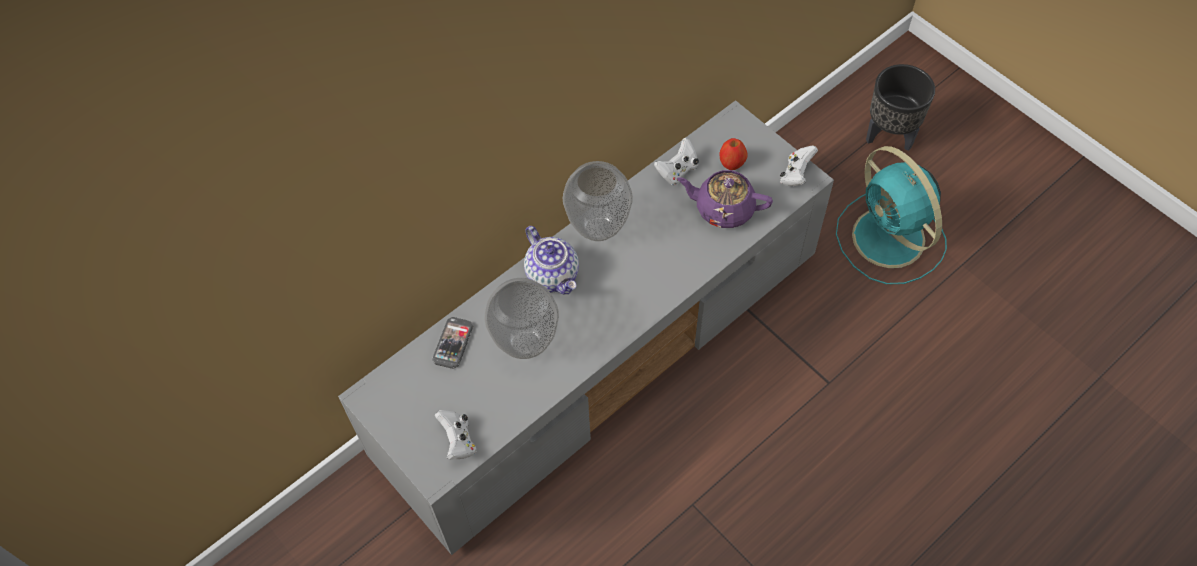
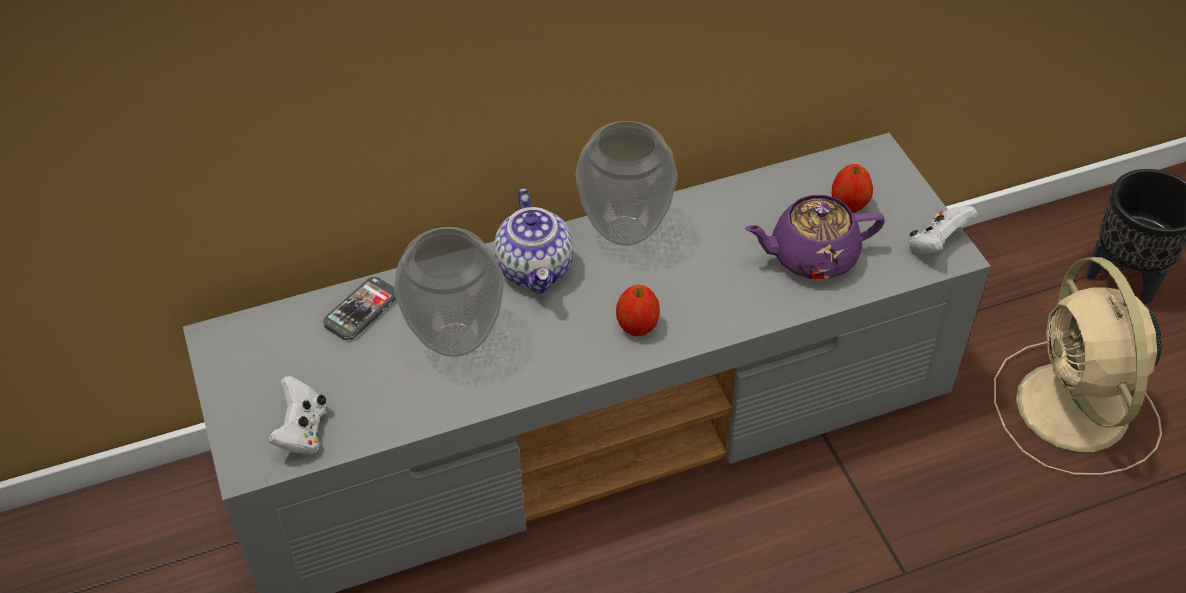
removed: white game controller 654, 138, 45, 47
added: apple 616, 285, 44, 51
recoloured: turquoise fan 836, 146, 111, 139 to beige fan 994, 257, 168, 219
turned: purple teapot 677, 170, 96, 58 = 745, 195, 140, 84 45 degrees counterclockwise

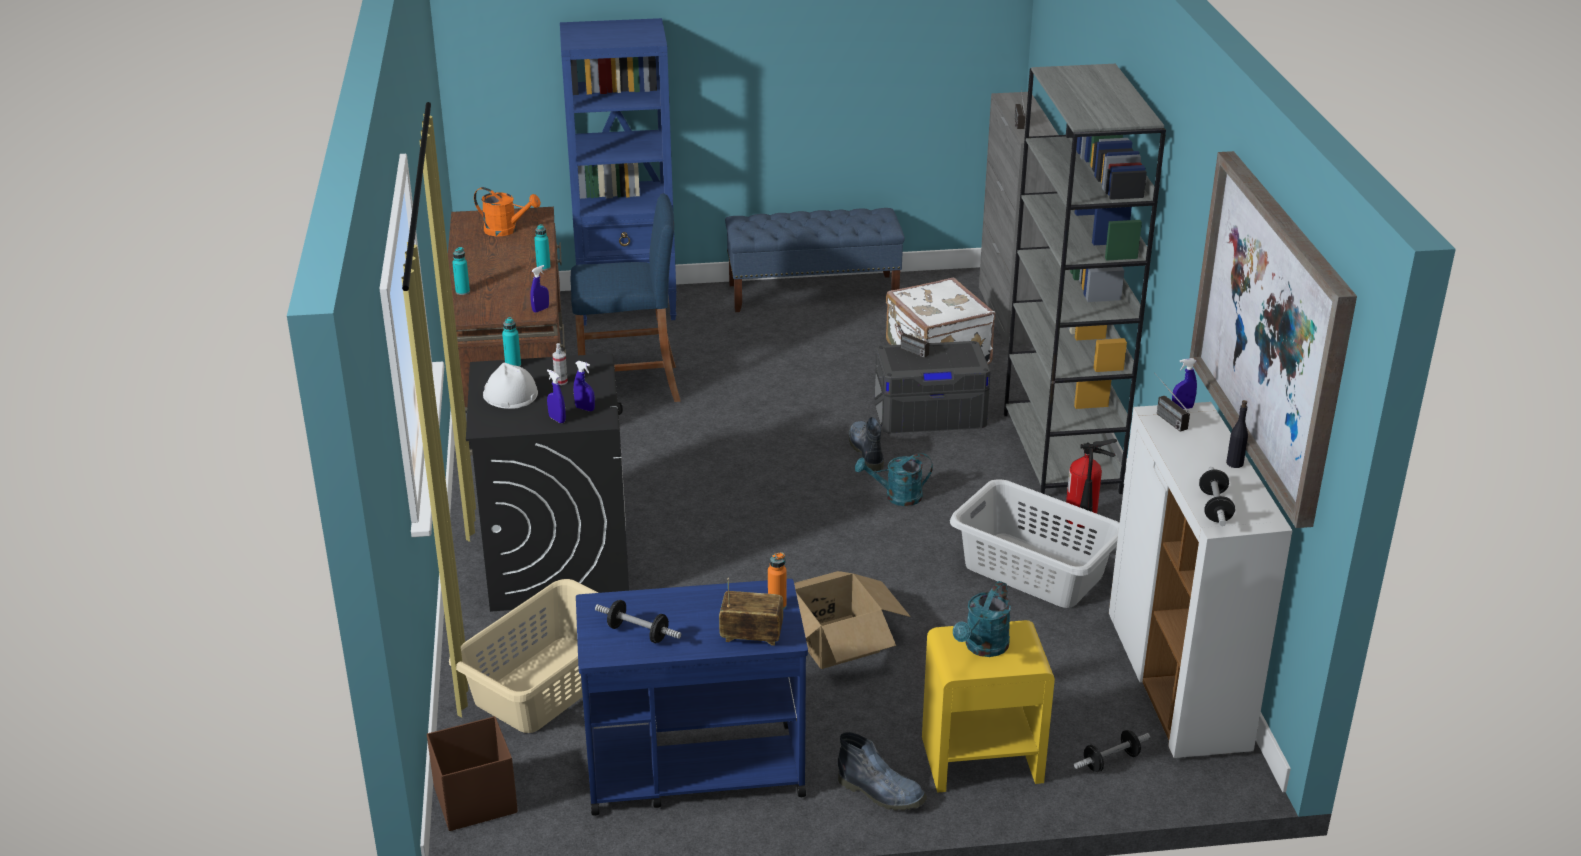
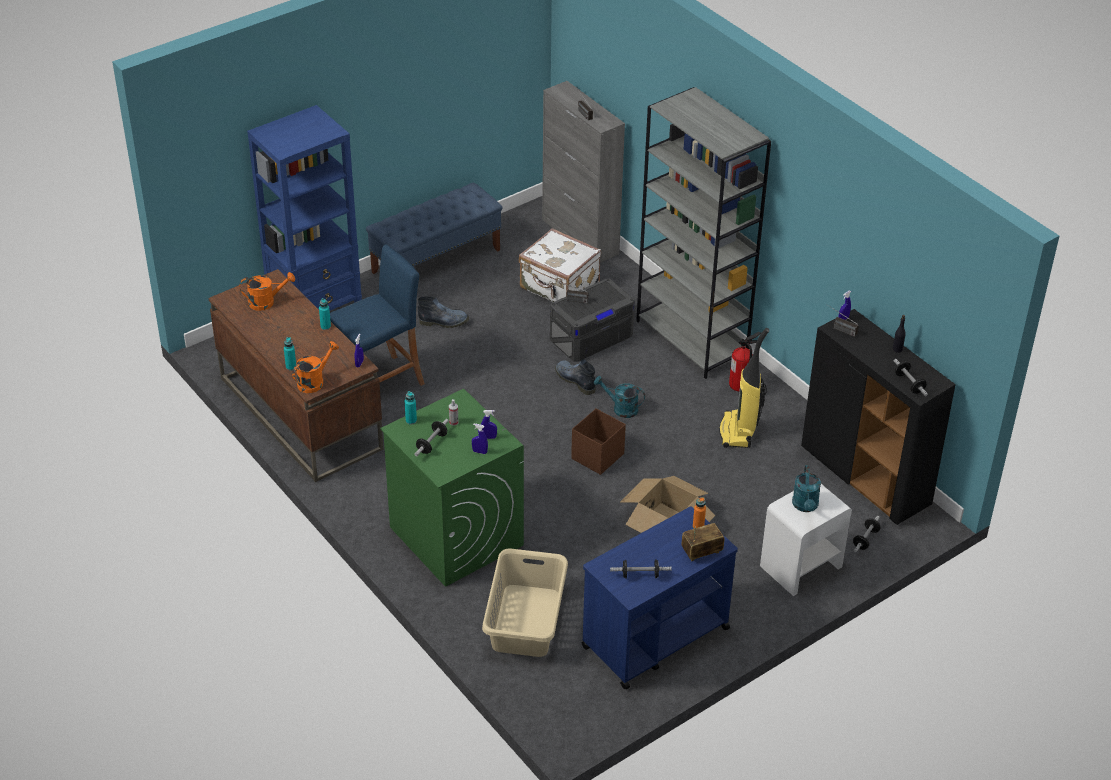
removed: picture 1189, 151, 168, 377
added: orange watering can 292, 341, 47, 52
moved: brown storage box 427, 716, 91, 115 to 571, 408, 55, 67; boot 838, 732, 89, 79 to 418, 296, 51, 32
replaced: white hard hat 483, 363, 55, 46 to dumbbell 414, 419, 35, 37; grey laundry basket 950, 479, 169, 129 to vacuum cleaner 719, 328, 50, 120
recoloured: black washing machine 466, 353, 163, 259 to green washing machine 380, 389, 144, 198; white cabinet 1109, 402, 184, 356 to black cabinet 801, 309, 155, 216; yellow nightstand 922, 620, 133, 173 to white nightstand 760, 484, 92, 112
turned: turquoise watering can 855, 453, 78, 53 = 594, 376, 51, 42 60 degrees clockwise

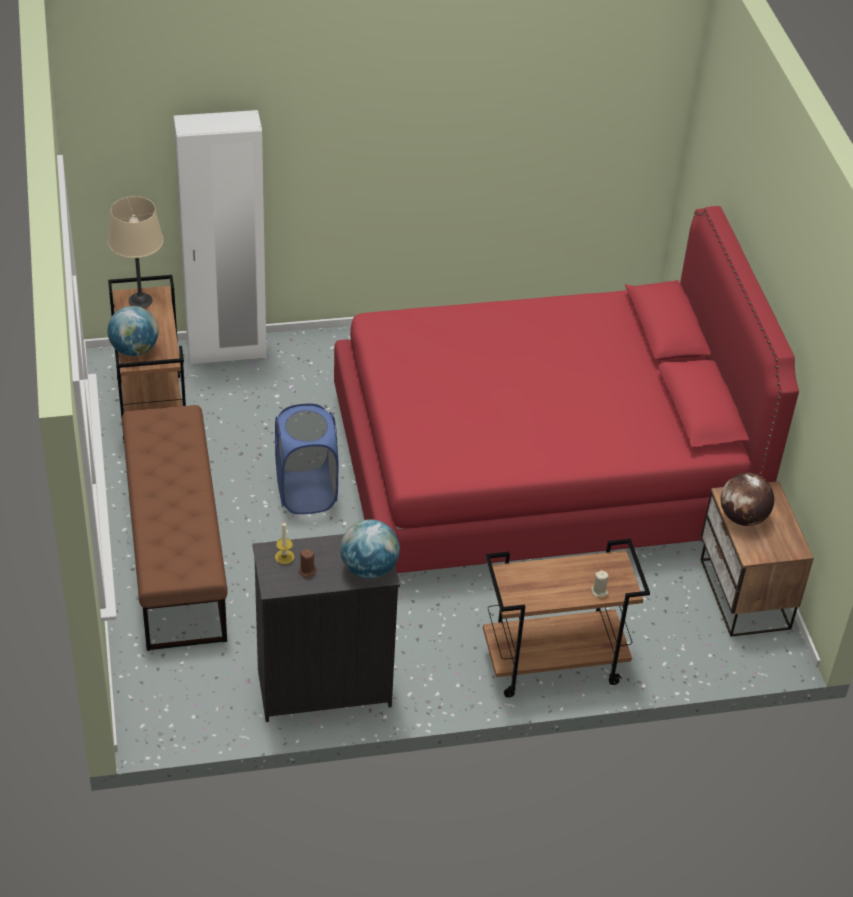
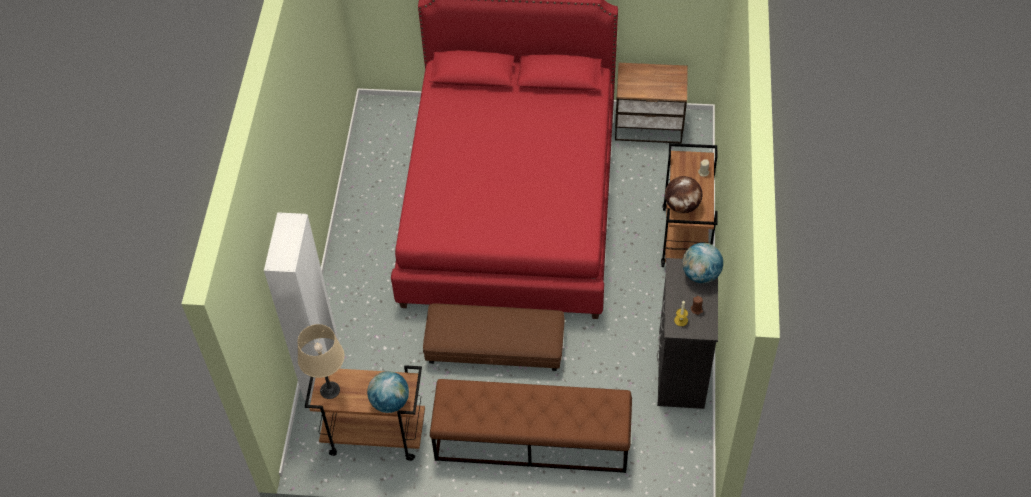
moved: globe 720, 473, 54, 53 to 665, 176, 38, 37
replaced: blue laundry basket 275, 404, 63, 110 to brown ottoman 423, 303, 142, 68

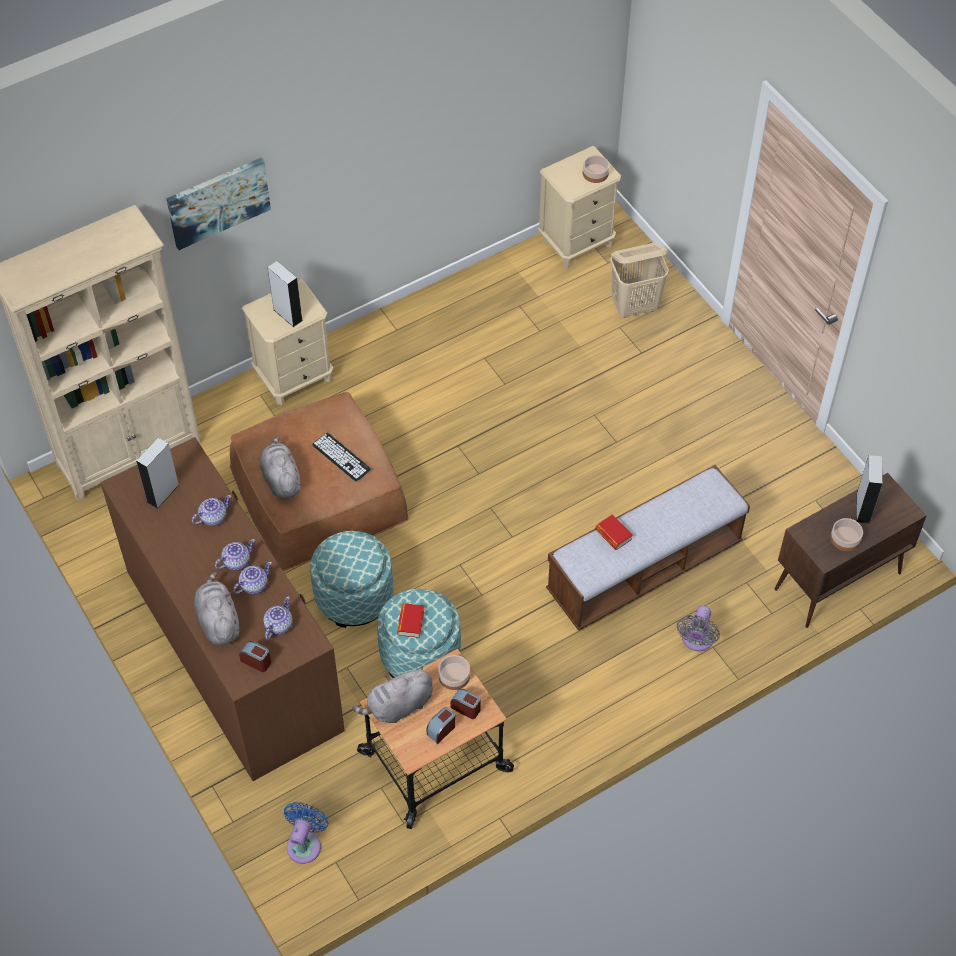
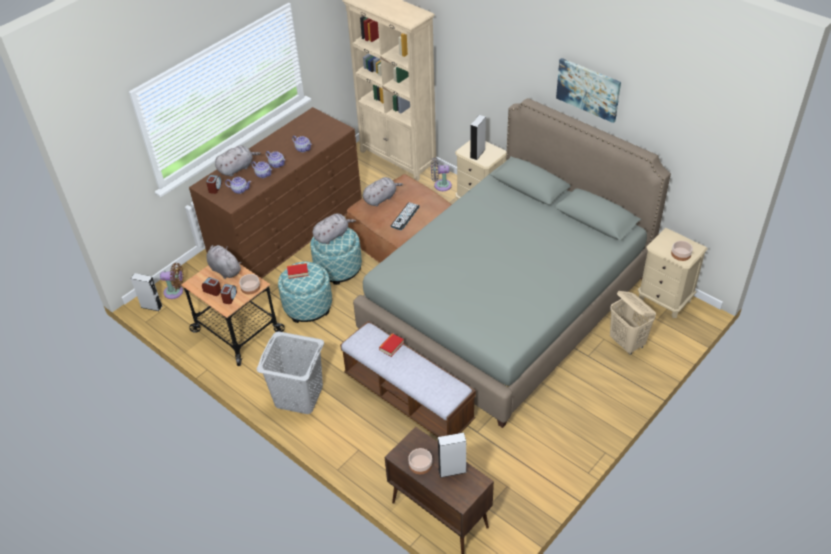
added: grey bed 353, 98, 318, 330; grey plush toy 313, 213, 43, 31; grey laundry basket 257, 331, 67, 83
moved: picture 166, 157, 105, 93 to 556, 58, 65, 65; grey speaker 136, 438, 43, 71 to 131, 273, 31, 38; grey fan 677, 606, 43, 45 to 431, 158, 21, 33
recoloured: blue fan 284, 802, 44, 62 to brown fan 160, 263, 24, 36

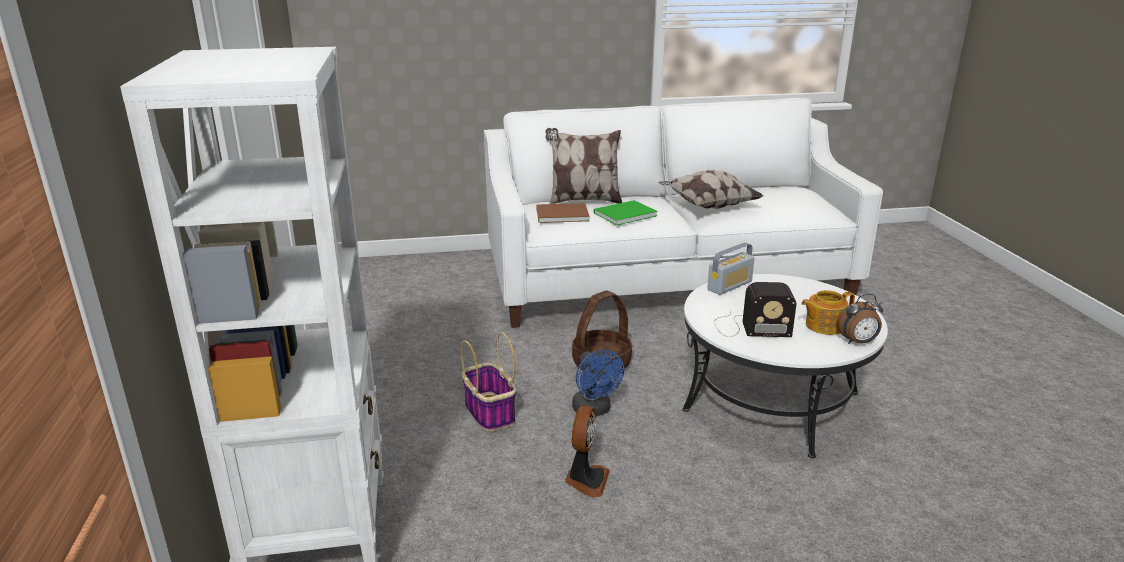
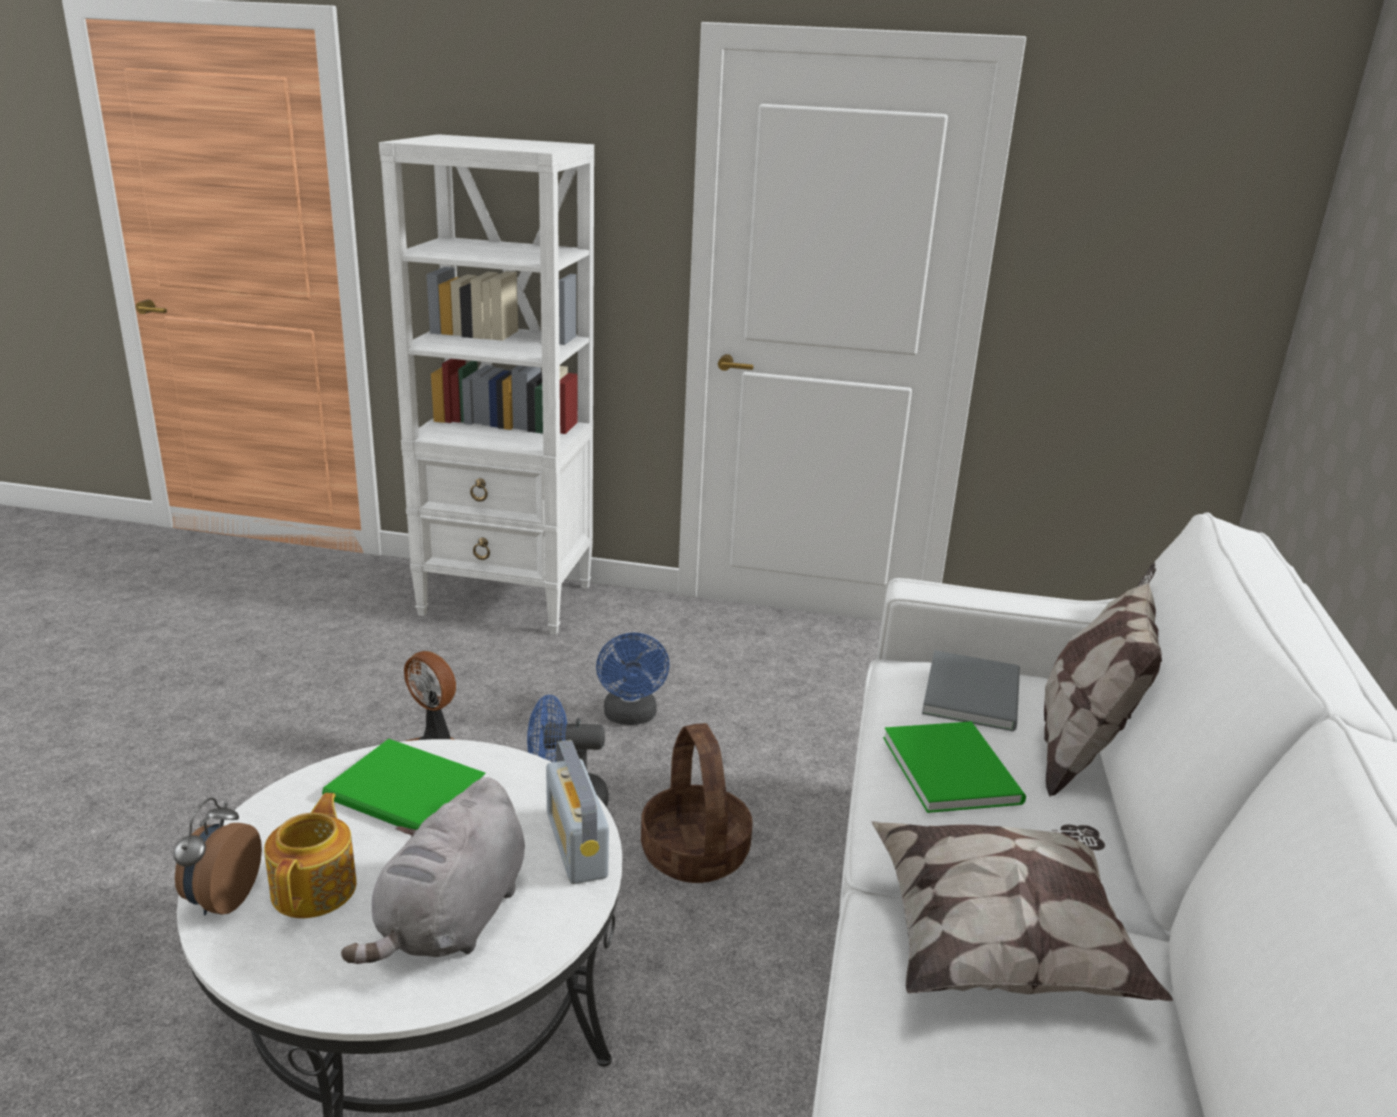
added: grey plush toy 341, 777, 184, 187
replaced: radio 714, 282, 82, 55 to green book 322, 739, 164, 90; basket 461, 332, 55, 99 to blue fan 596, 633, 74, 92
recoloured: brown book 536, 203, 54, 20 to grey book 922, 650, 98, 81

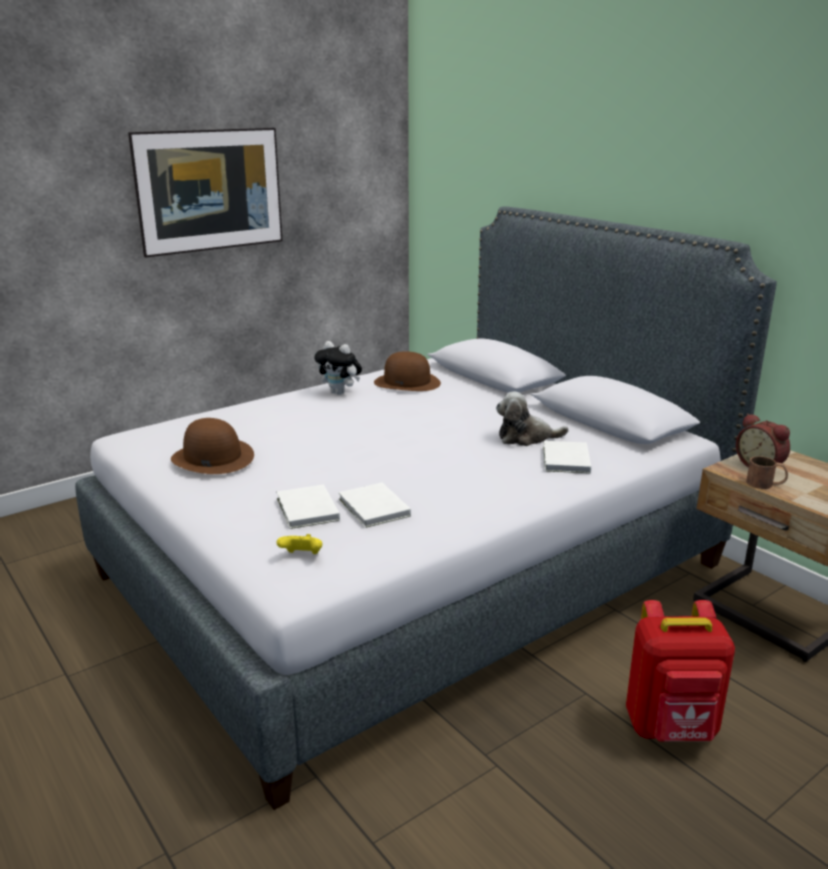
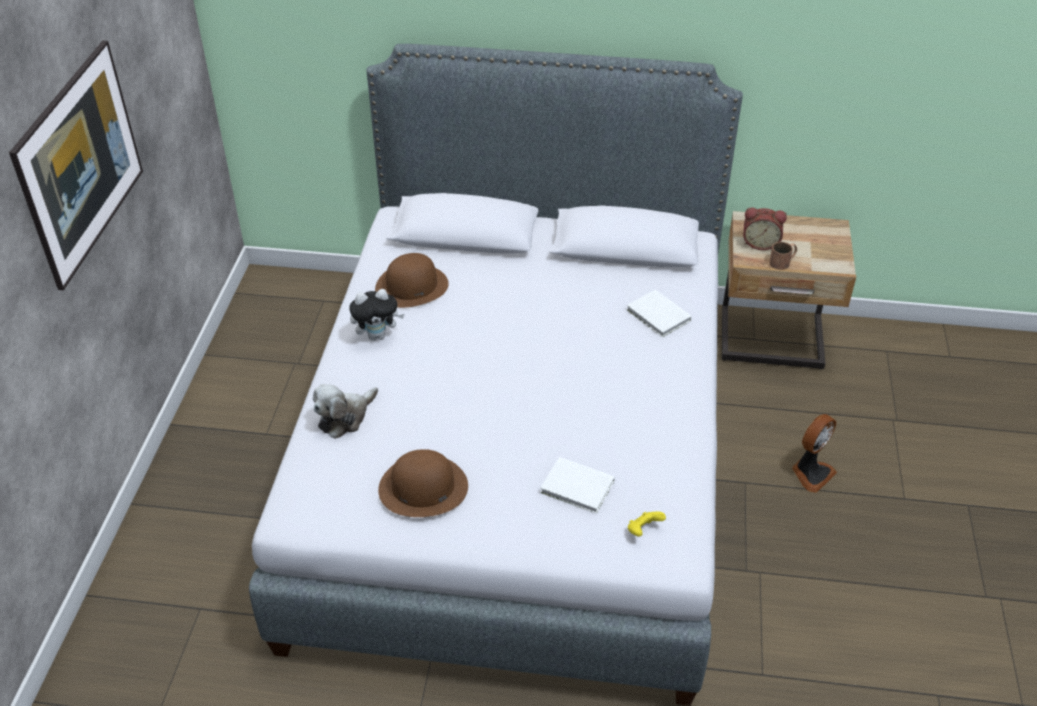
removed: white book 338, 483, 73, 45
moved: plush toy 496, 392, 73, 54 to 313, 384, 65, 55
replaced: red backpack 626, 600, 109, 141 to fan 792, 414, 45, 79

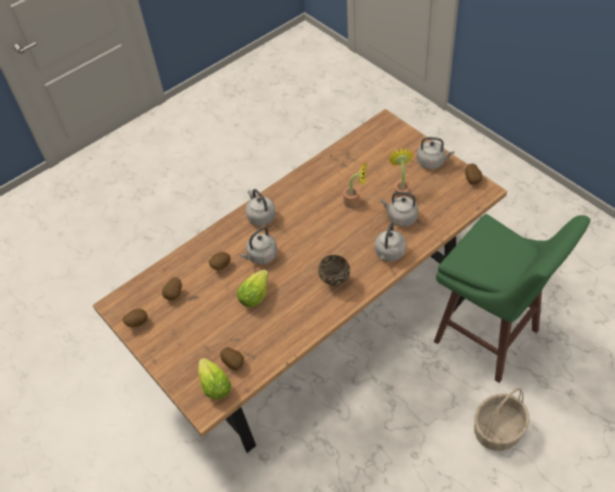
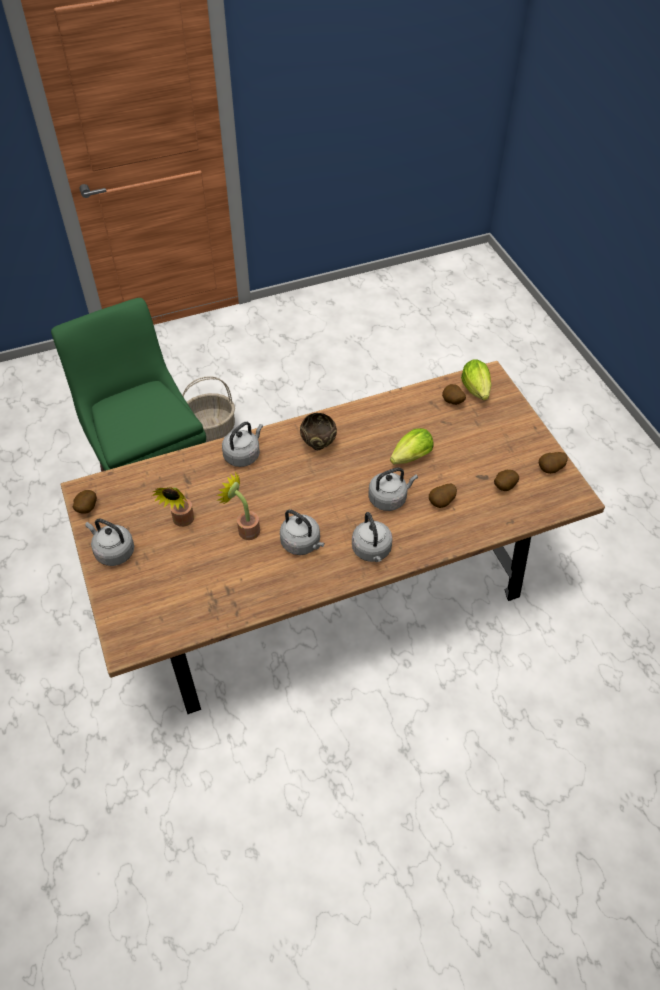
moved: grey kettle 381, 191, 37, 36 to 280, 509, 45, 46

